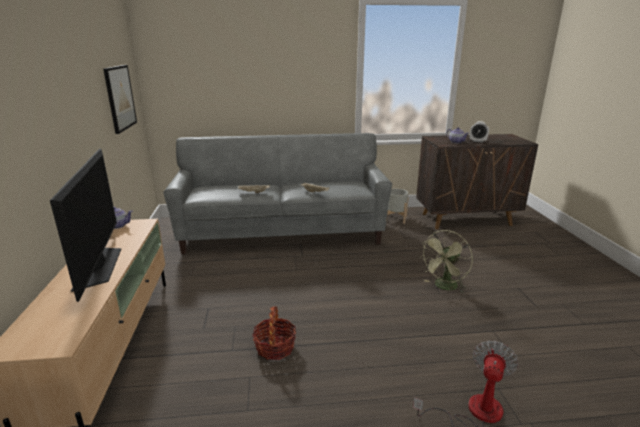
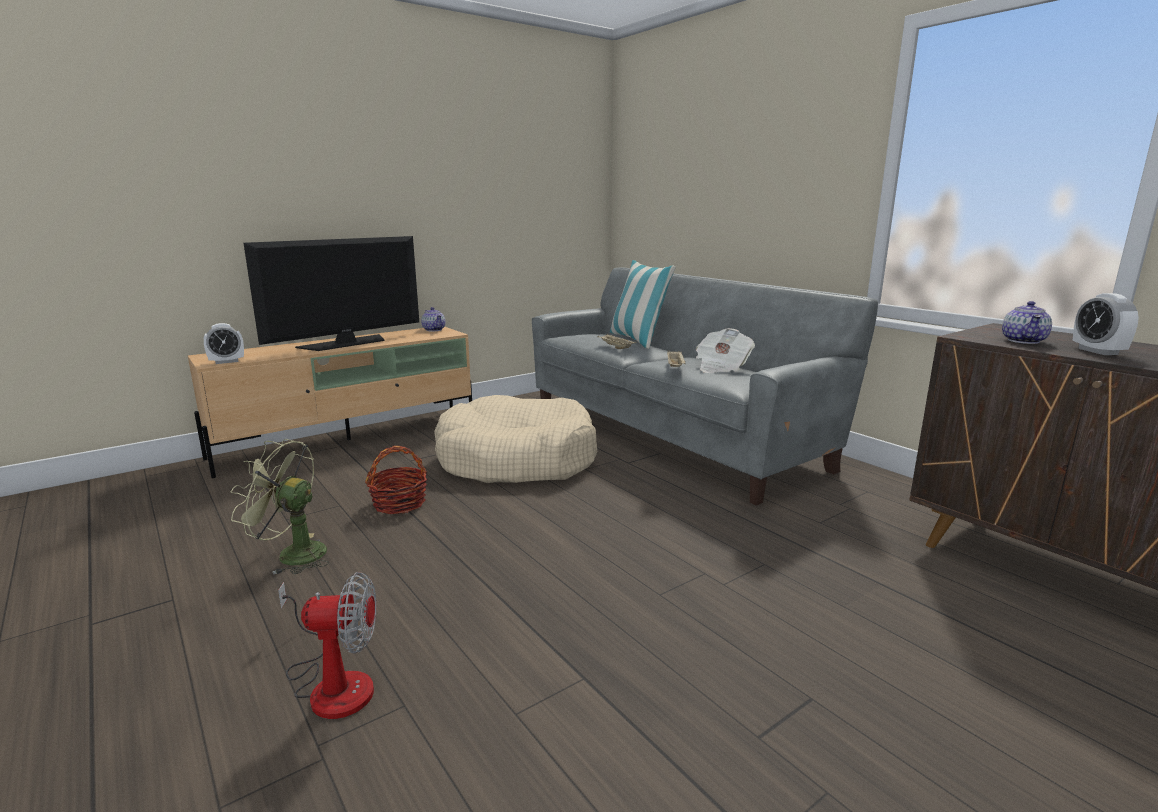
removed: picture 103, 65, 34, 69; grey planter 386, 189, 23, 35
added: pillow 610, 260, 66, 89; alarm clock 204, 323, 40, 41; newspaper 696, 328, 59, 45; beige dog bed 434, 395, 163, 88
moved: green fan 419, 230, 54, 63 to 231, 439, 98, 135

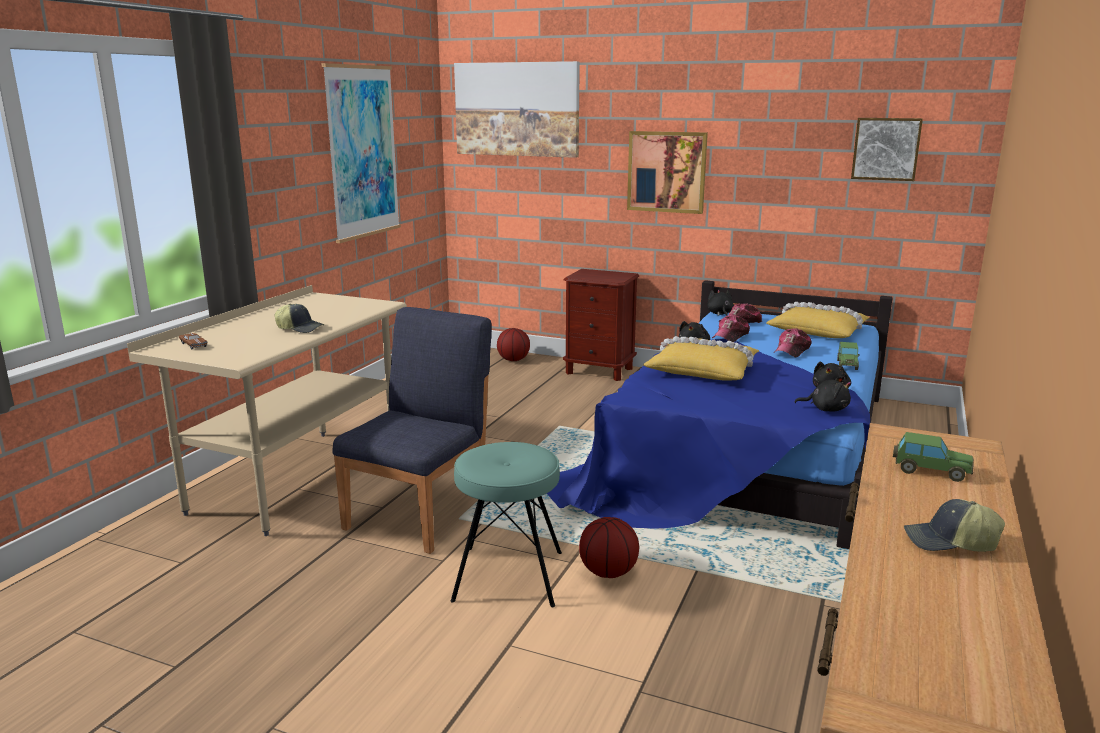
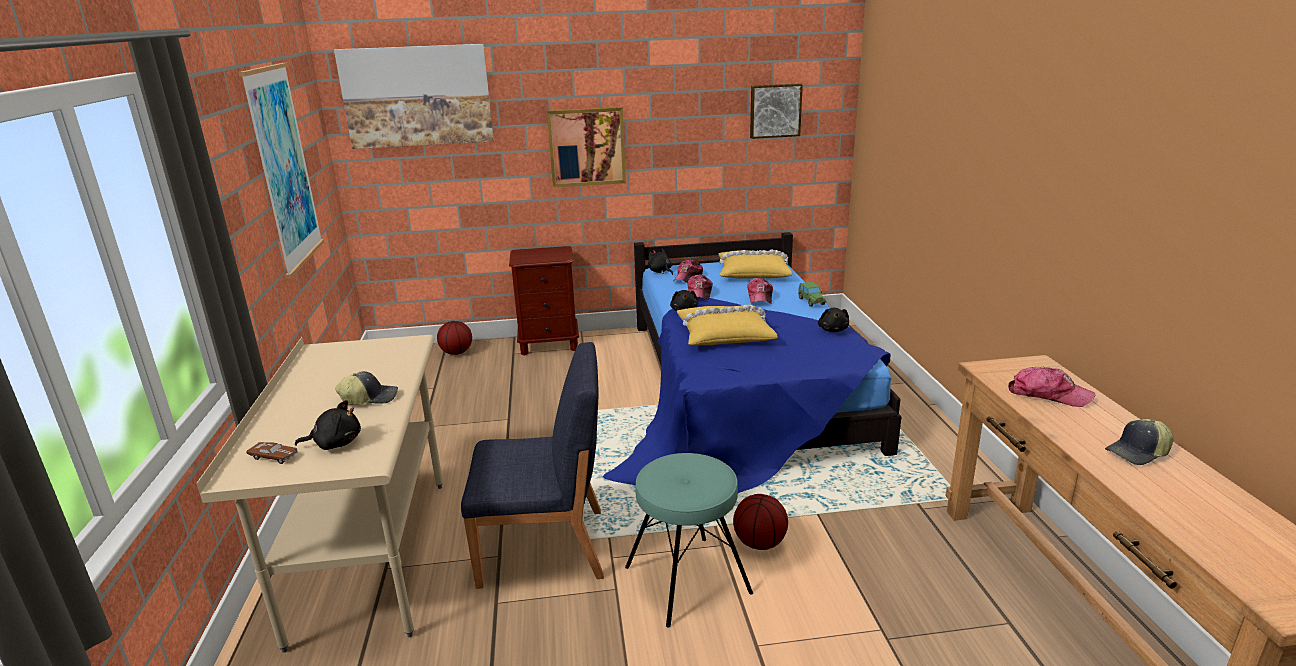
moved: black plush toy 794, 376, 57, 36 to 295, 400, 66, 50
replaced: toy car 893, 432, 81, 50 to cap 1008, 367, 87, 40
turned: blue chair 332, 307, 160, 247 = 461, 342, 143, 247 90 degrees clockwise

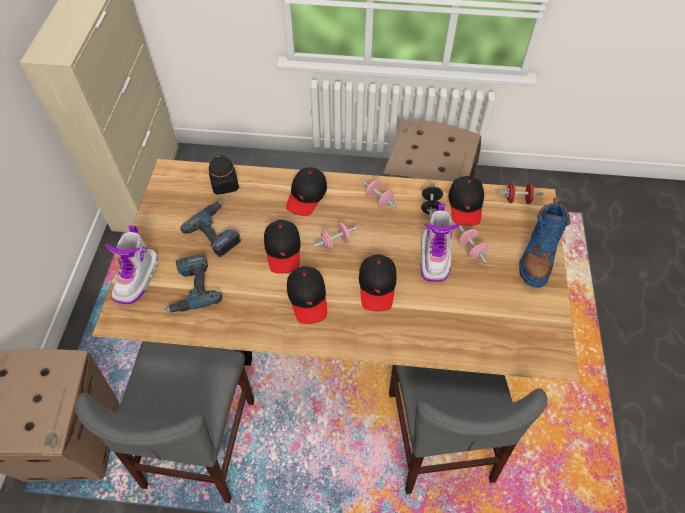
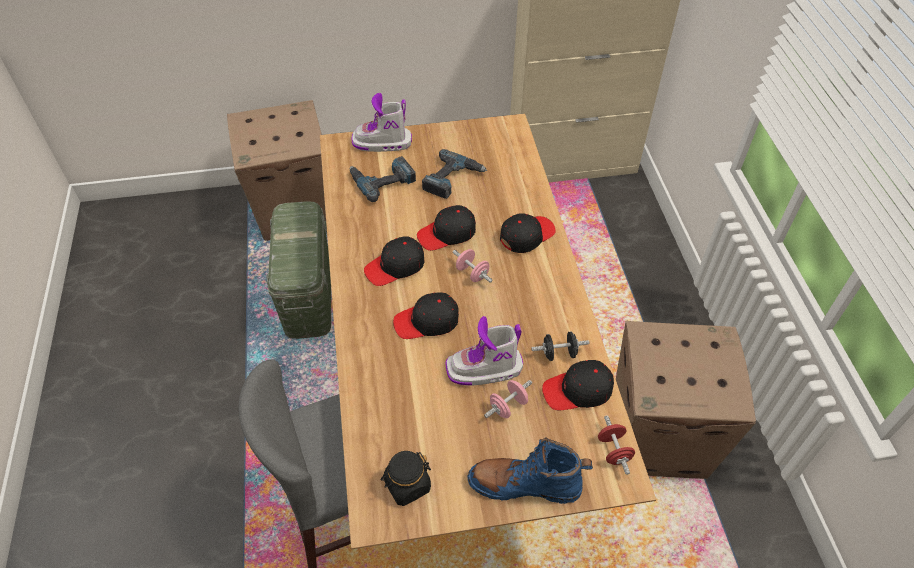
removed: pink dumbbell 363, 180, 34, 28
moved: black jar 209, 155, 30, 40 to 381, 451, 50, 55
replaced: grey chair 75, 341, 179, 162 to green storage box 267, 201, 64, 138
turned: black cap 286, 167, 41, 49 = 500, 213, 56, 40 135 degrees clockwise

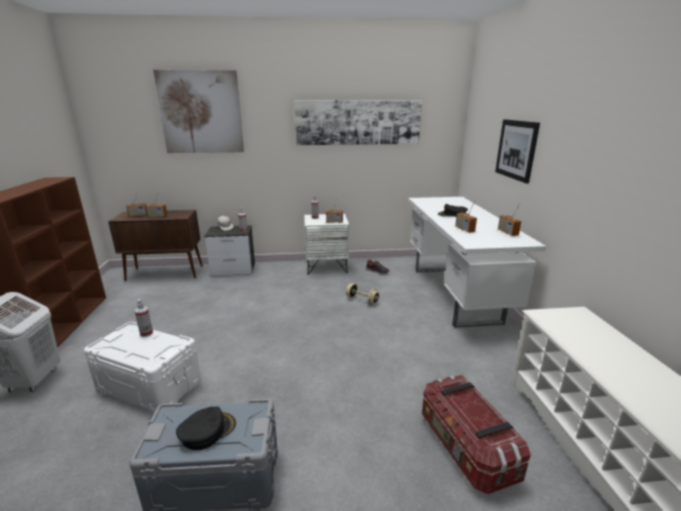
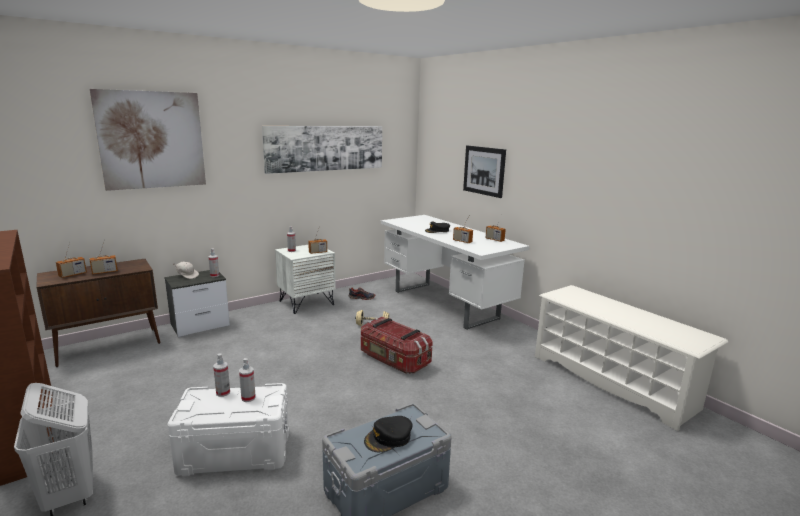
added: spray bottle 239, 358, 17, 44
moved: storage box 422, 375, 109, 119 to 361, 317, 72, 57
turned: black cap 176, 407, 60, 43 = 364, 416, 49, 36 150 degrees counterclockwise

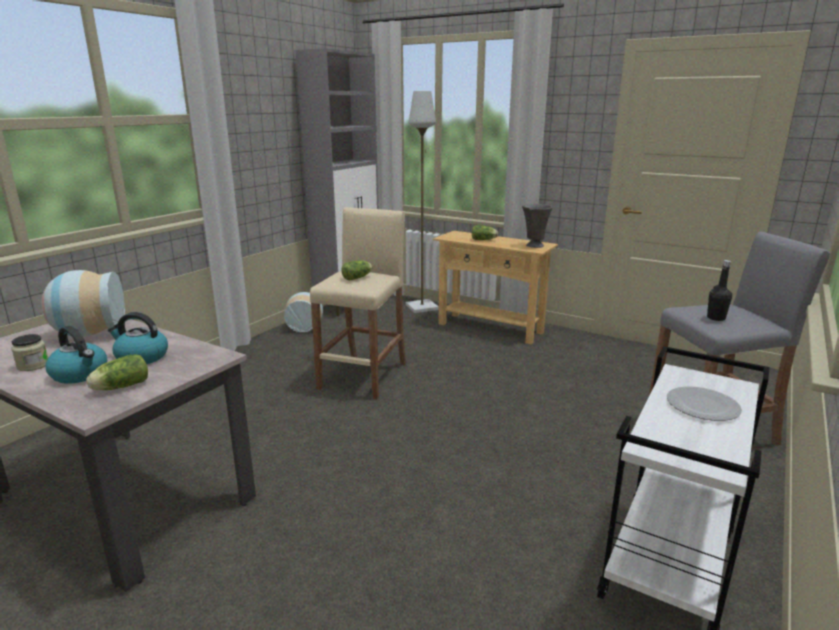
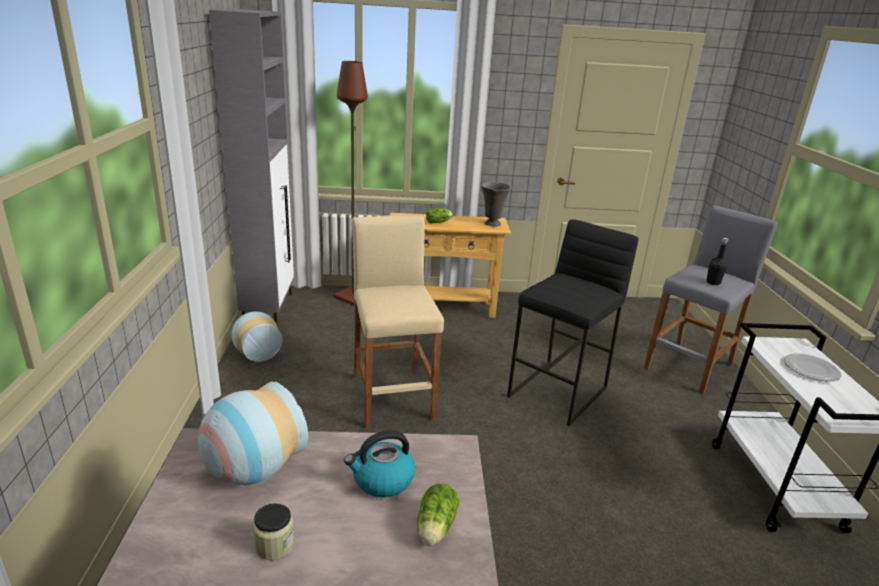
removed: lettuce 341, 260, 32, 20; kettle 46, 326, 61, 58
added: black stool 507, 219, 132, 207
recoloured: grey floor lamp 406, 91, 33, 222 to brown floor lamp 333, 61, 35, 245

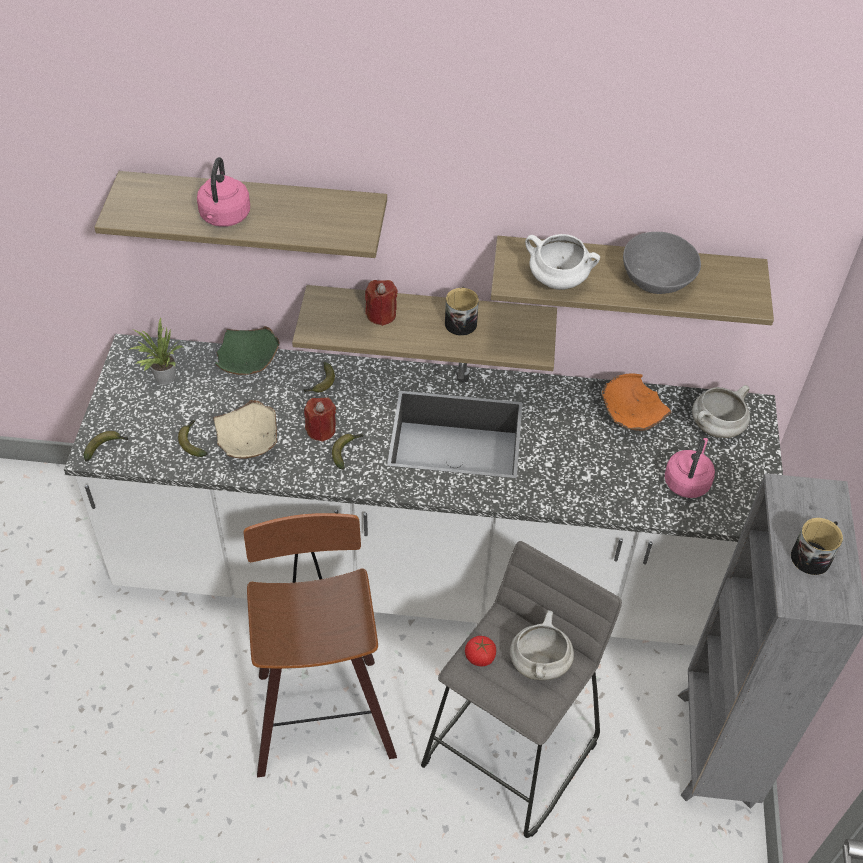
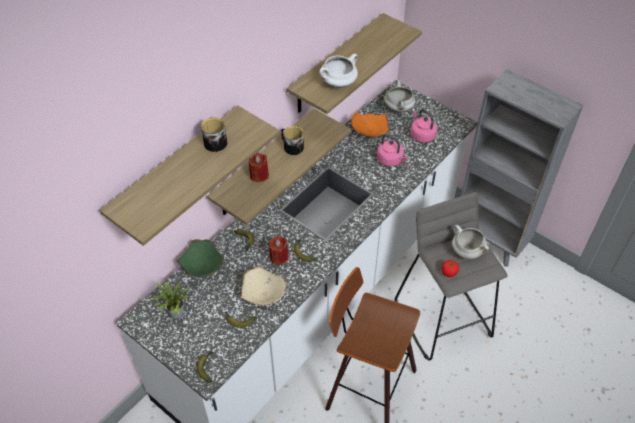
removed: grey bowl 623, 232, 78, 62
moved: pink kettle 197, 157, 53, 70 to 377, 134, 31, 32; mug 791, 518, 52, 57 to 201, 117, 26, 35

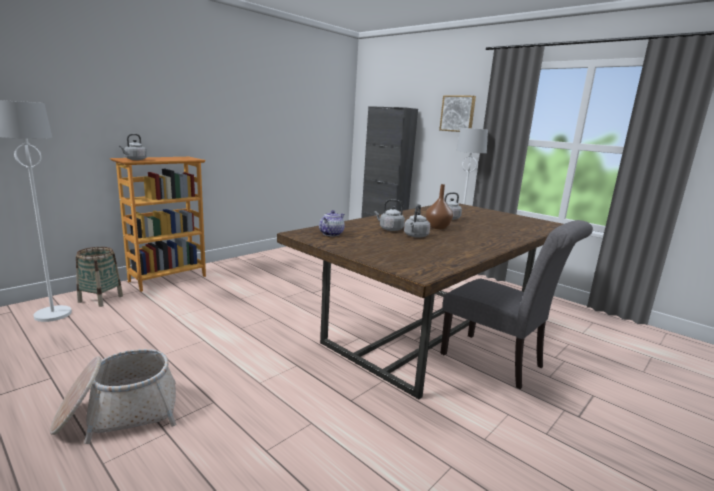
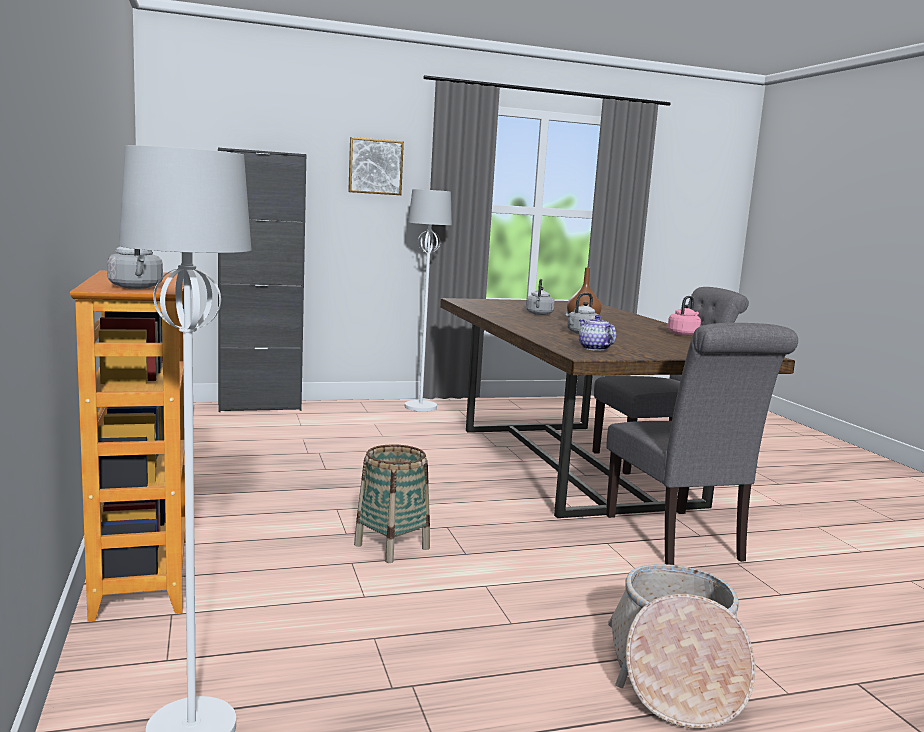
removed: grey kettle 404, 204, 26, 34
added: pink kettle 668, 296, 33, 40; grey chair 606, 323, 192, 242
moved: basket 76, 247, 47, 60 to 354, 444, 76, 119

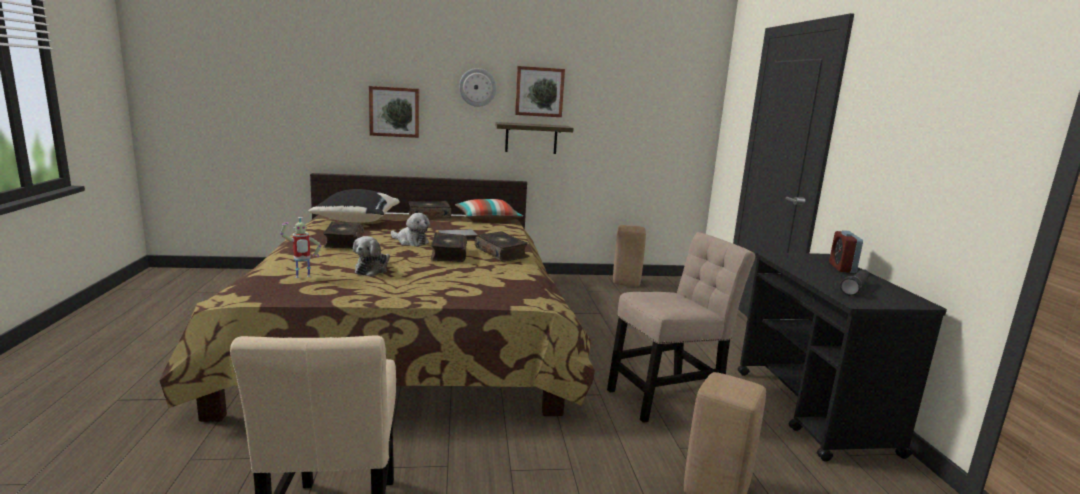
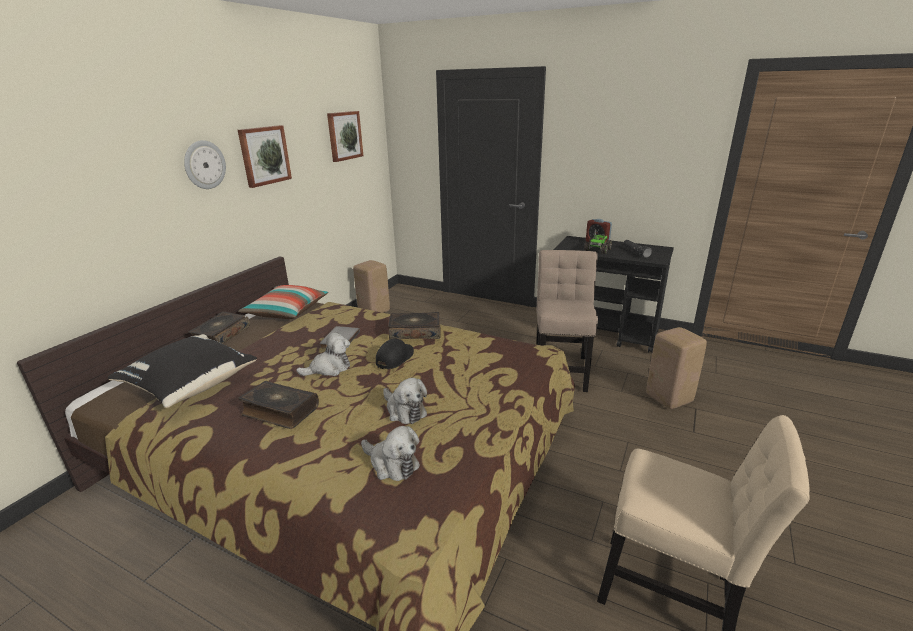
removed: shelf 495, 122, 79, 32
added: toy truck 584, 229, 28, 25
moved: picture 369, 86, 50, 52 to 327, 111, 36, 51
replaced: toy robot 280, 217, 41, 61 to plush toy 361, 426, 59, 55; book 431, 232, 36, 30 to black cap 376, 338, 38, 31

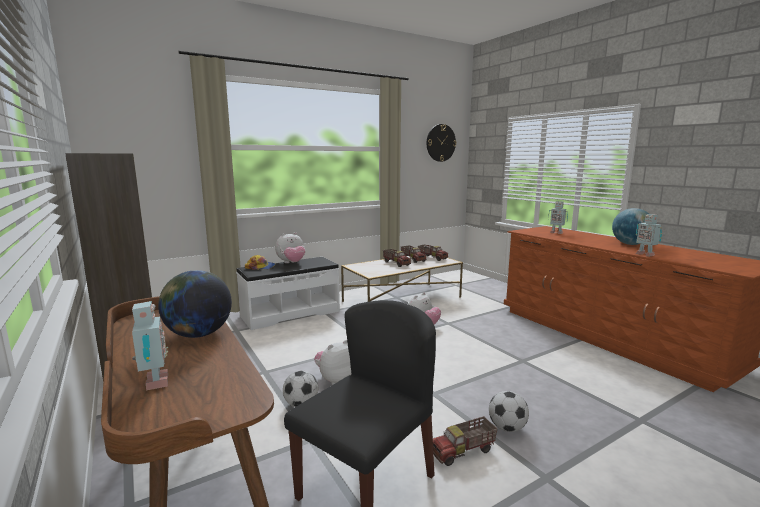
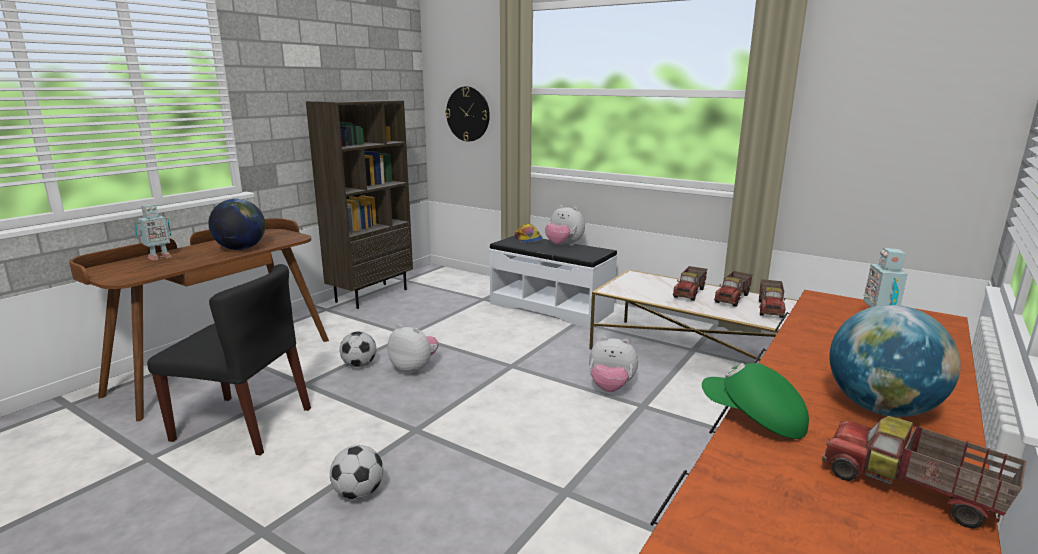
moved: wall clock 427, 124, 29, 38 to 445, 86, 45, 56; toy truck 433, 416, 65, 50 to 822, 416, 204, 113
replaced: toy robot 636, 214, 26, 43 to green cap 702, 363, 107, 76

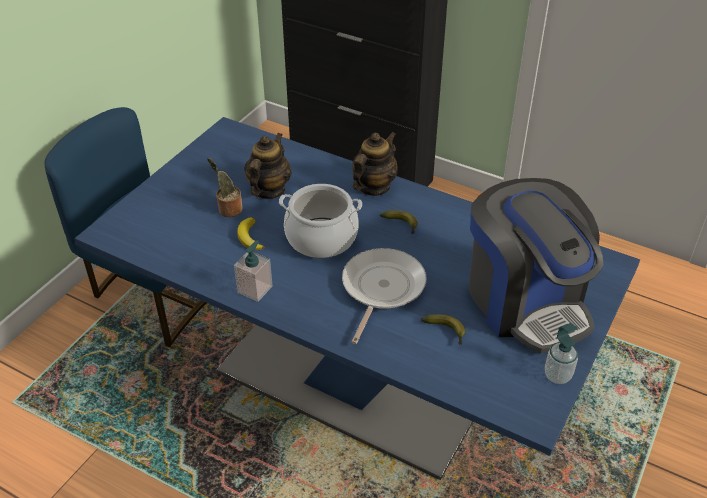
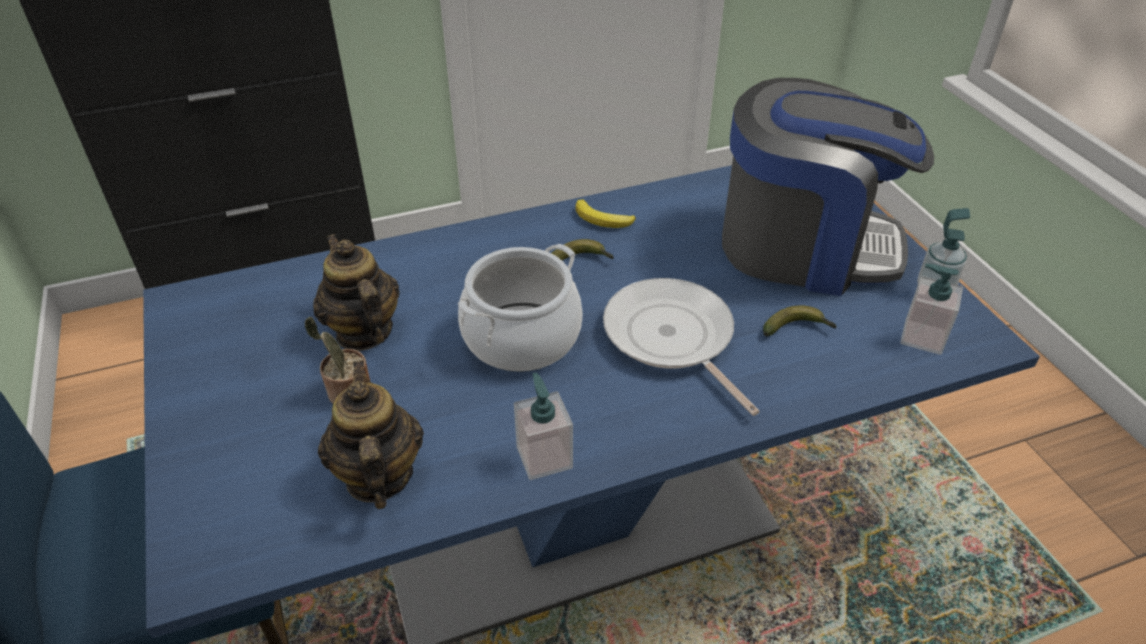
added: soap dispenser 900, 264, 63, 91
moved: teapot 353, 132, 45, 64 to 318, 360, 106, 149; banana 237, 217, 27, 33 to 575, 200, 61, 28

